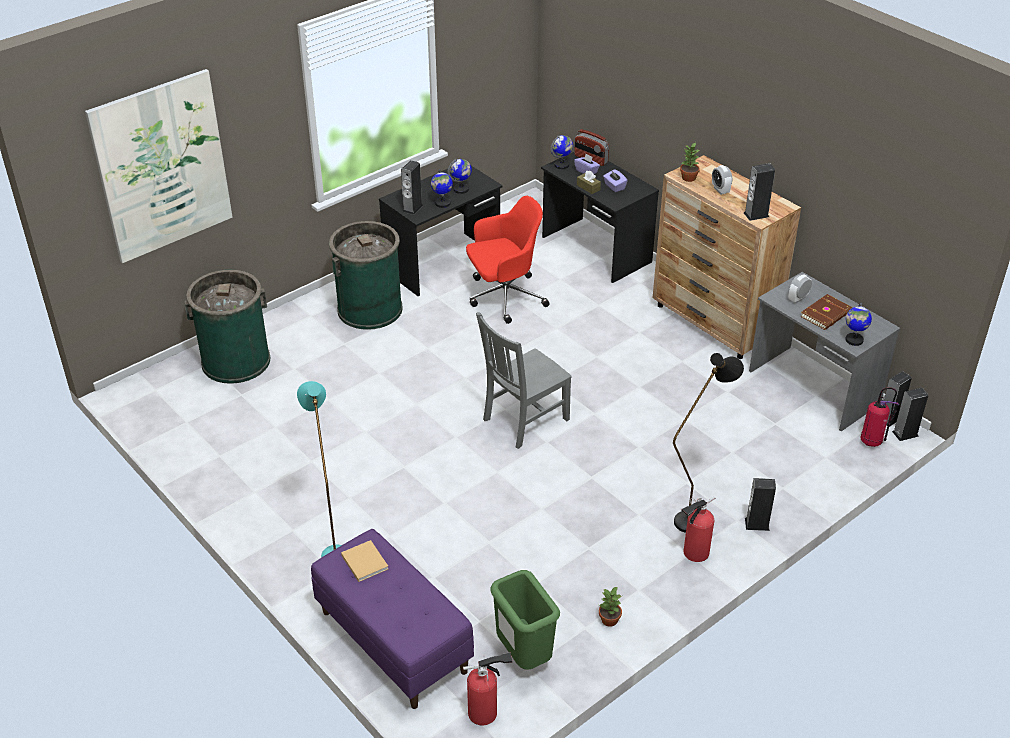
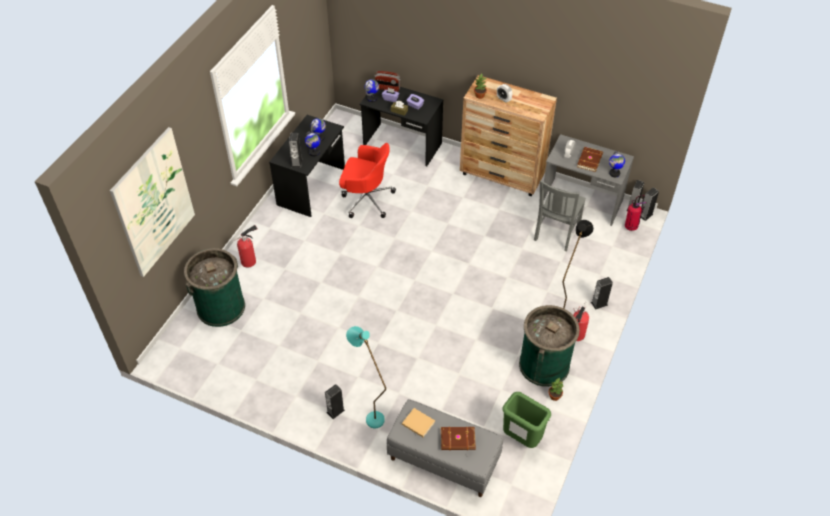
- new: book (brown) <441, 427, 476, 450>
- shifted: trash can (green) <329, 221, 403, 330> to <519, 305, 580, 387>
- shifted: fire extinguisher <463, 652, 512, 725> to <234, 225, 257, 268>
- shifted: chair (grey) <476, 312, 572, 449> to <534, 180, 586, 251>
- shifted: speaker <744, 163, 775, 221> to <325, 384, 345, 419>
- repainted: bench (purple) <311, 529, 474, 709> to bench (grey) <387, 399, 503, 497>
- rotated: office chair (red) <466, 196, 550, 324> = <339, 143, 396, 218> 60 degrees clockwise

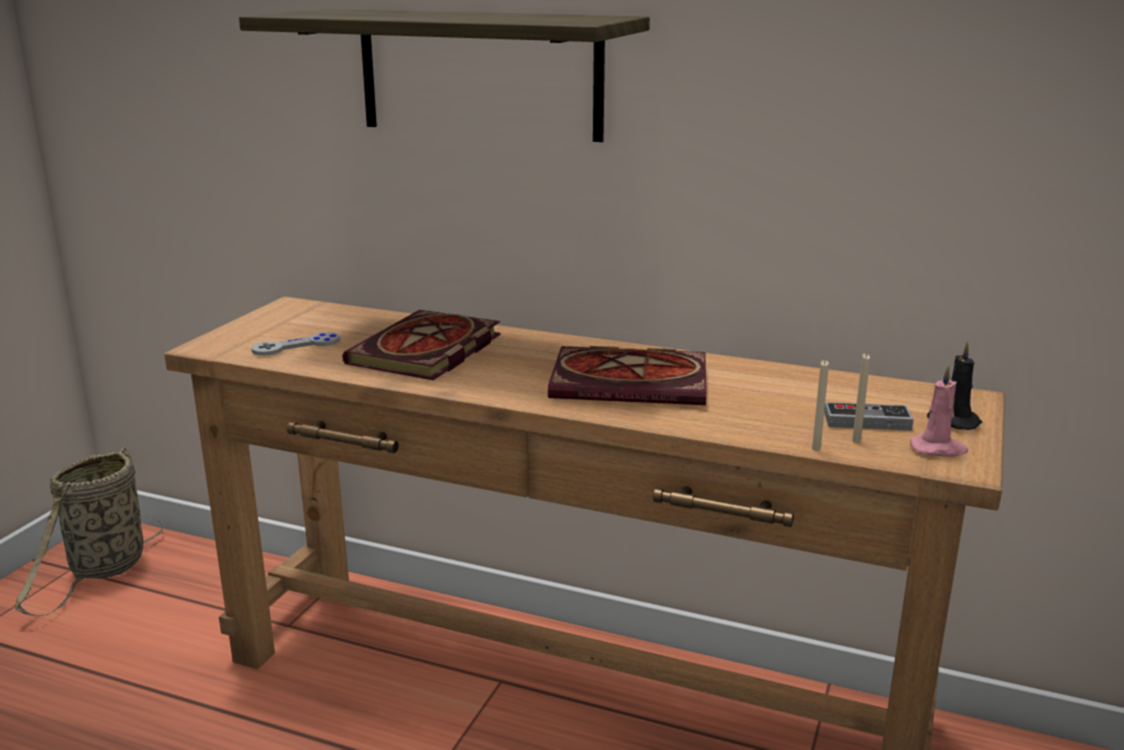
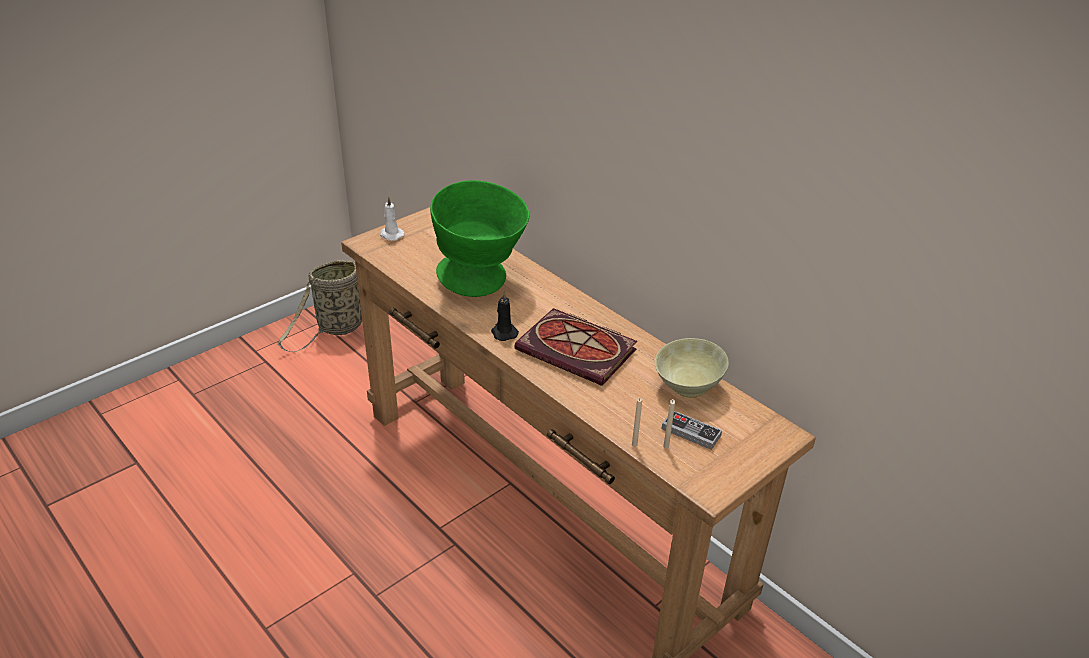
- gone: shelf <239, 9, 650, 142>
- gone: game controller (grey) <251, 332, 340, 356>
- gone: candle (pink) <910, 365, 968, 457>
- new: candle (white) <380, 196, 405, 241>
- new: bowl (beige) <654, 338, 729, 397>
- shifted: candle (black) <927, 342, 982, 430> to <491, 292, 519, 341>
- swapped: book <342, 310, 501, 380> to bowl (green) <430, 180, 529, 297>

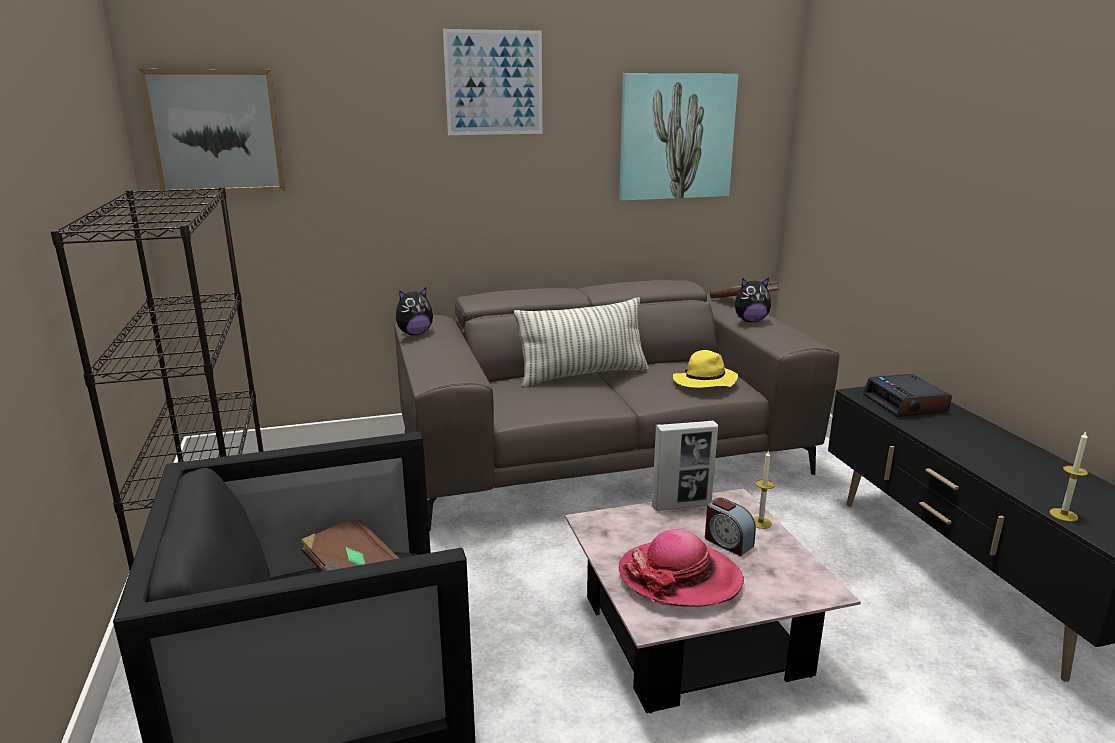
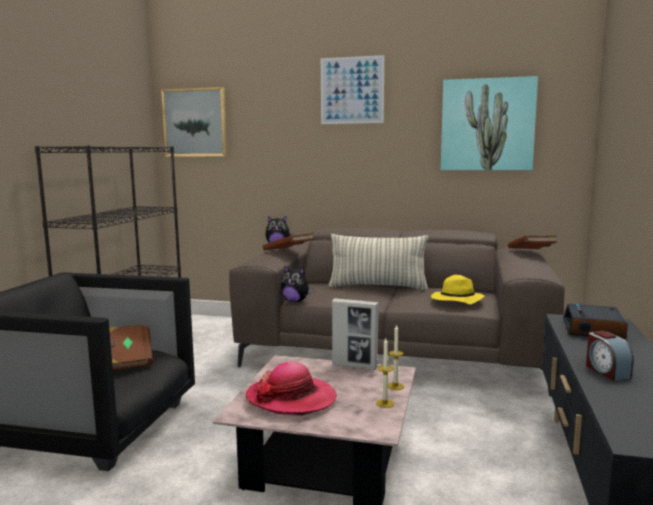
- new: book (brown) <263, 232, 314, 251>
- shifted: alarm clock <705, 497, 756, 556> to <586, 331, 634, 381>
- shifted: plush toy <735, 278, 771, 322> to <281, 265, 314, 302>
- shifted: candle <1049, 432, 1088, 522> to <376, 338, 394, 408>

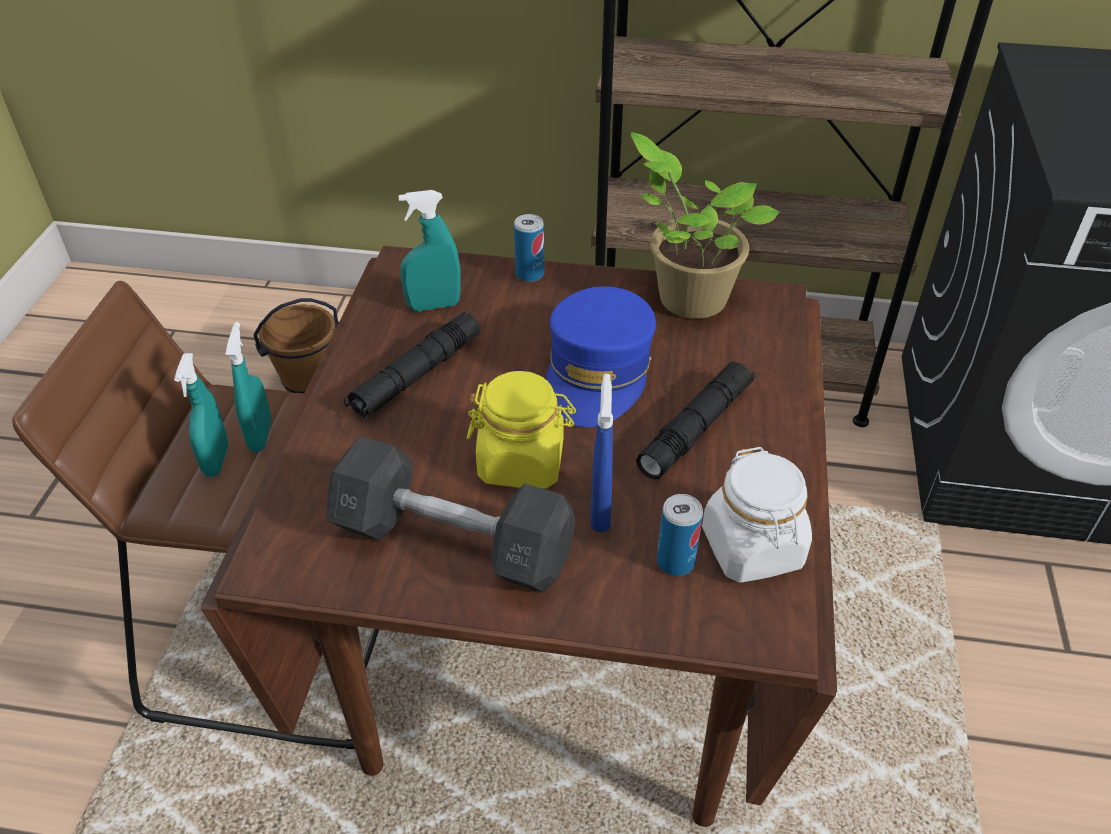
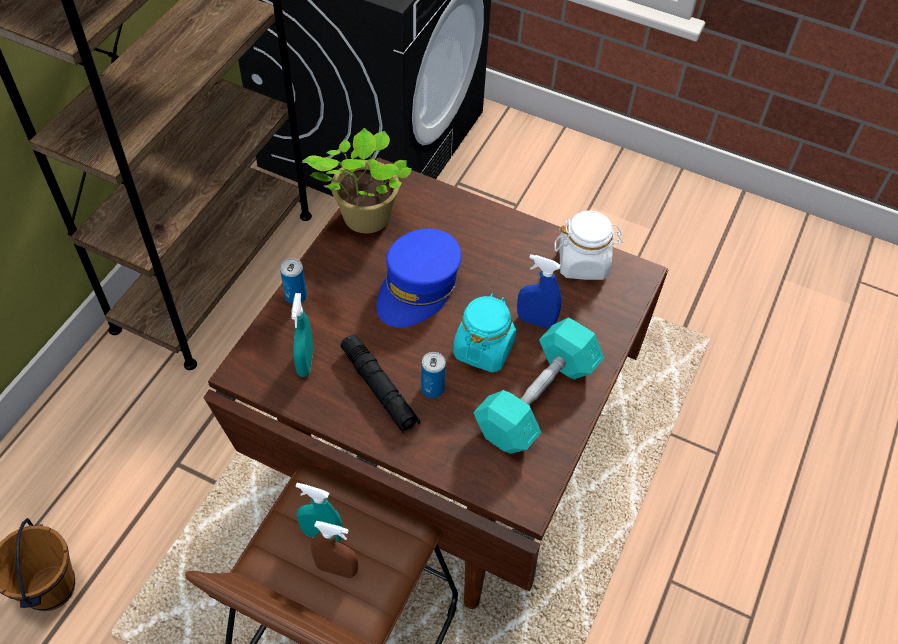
- gone: flashlight (black) <636, 361, 755, 479>
- shifted: can <657, 494, 703, 576> to <421, 352, 446, 398>
- repainted: spray bottle (turquoise) <174, 353, 228, 477> to spray bottle (brown) <311, 521, 358, 578>
- repainted: dumbbell (grey) <327, 436, 576, 592> to dumbbell (turquoise) <473, 317, 604, 454>
- repainted: jar (yellow) <467, 371, 576, 489> to jar (turquoise) <453, 293, 516, 373>
- rotated: cap (blue) <546, 286, 656, 427> = <377, 229, 461, 328> 90 degrees clockwise

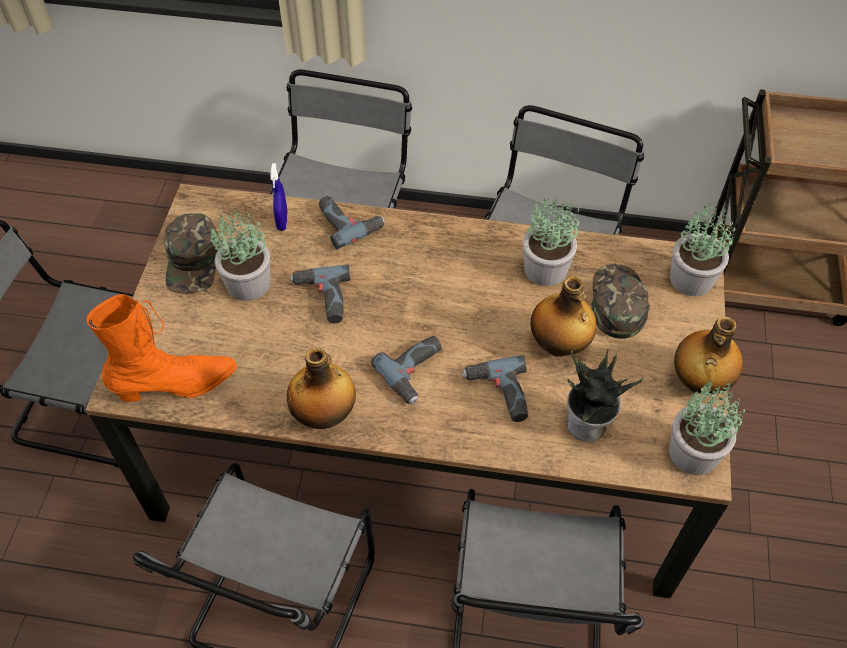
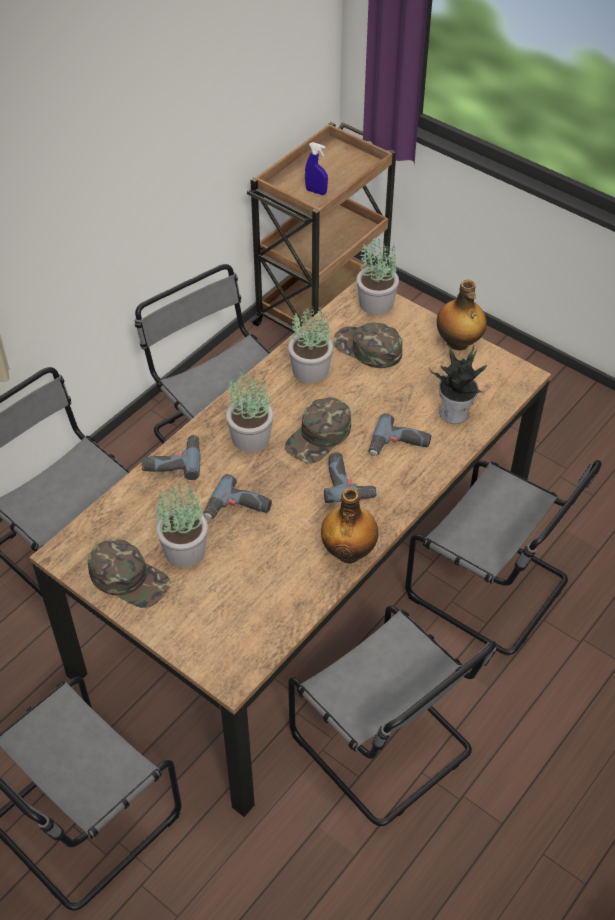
- gone: boot (orange) <87, 294, 237, 402>
- gone: bottle <531, 276, 597, 357>
- new: cap (green) <285, 397, 351, 463>
- shifted: spray bottle (blue) <270, 163, 288, 231> to <305, 142, 328, 195>
- shifted: potted plant <669, 379, 745, 475> to <226, 369, 273, 452>

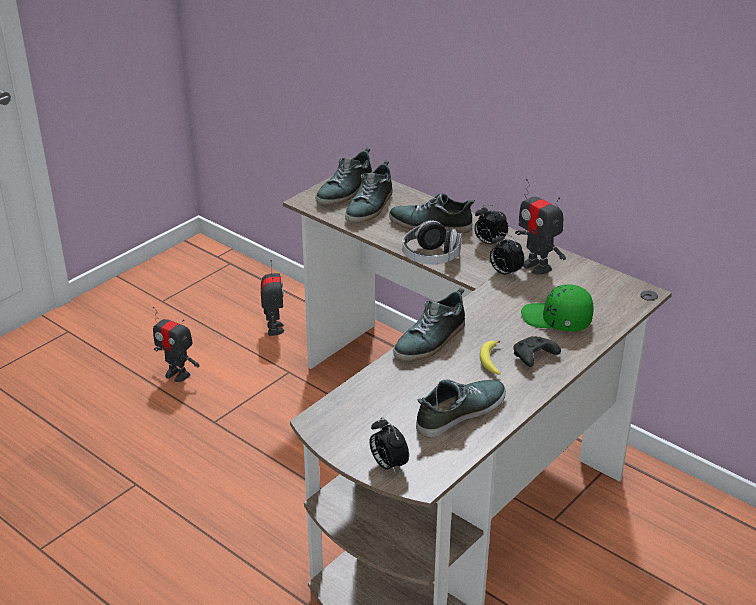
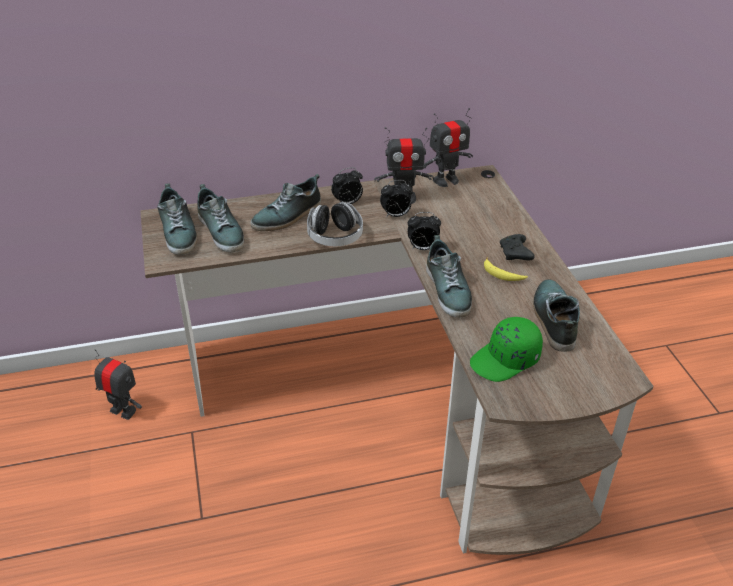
- shifted: toy robot <153, 307, 199, 382> to <424, 108, 473, 187>
- shifted: alarm clock <369, 417, 409, 474> to <408, 212, 441, 250>
- shifted: cap (green) <521, 284, 594, 332> to <470, 317, 543, 382>

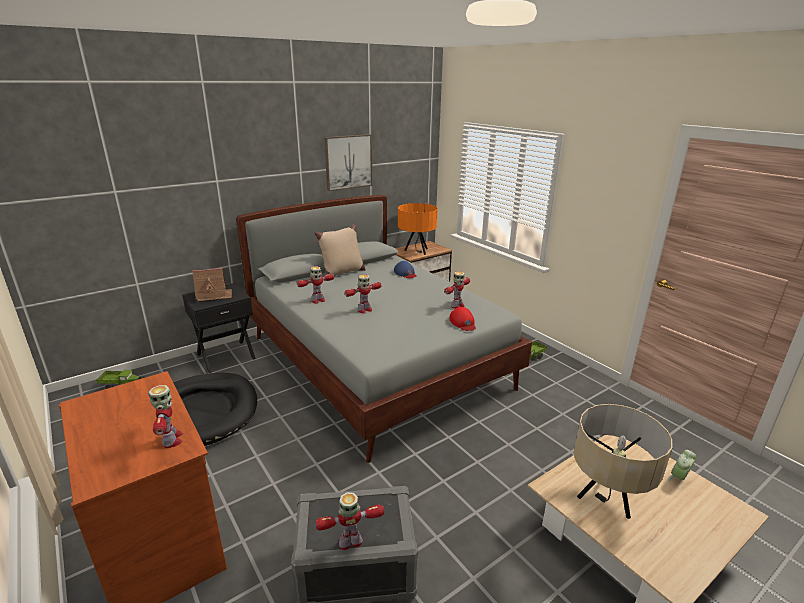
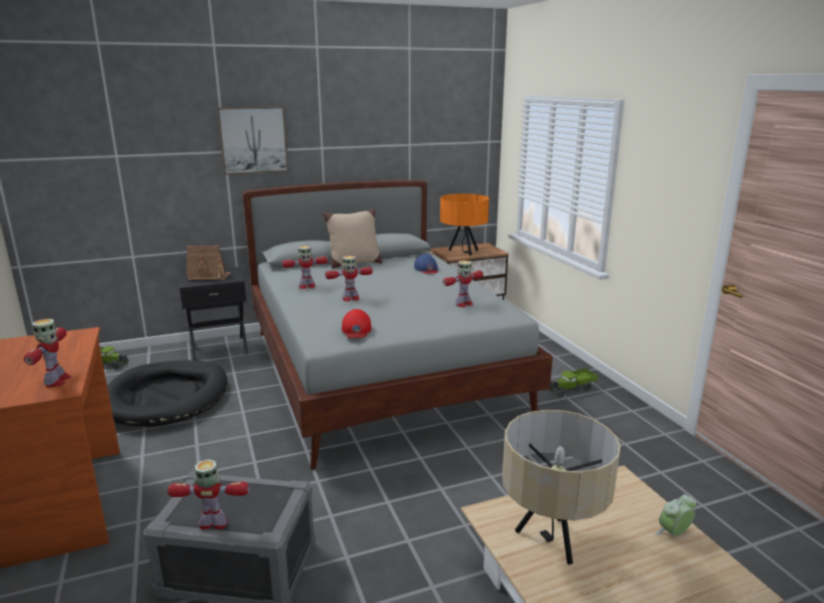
- shifted: picture <324, 134, 372, 191> to <217, 106, 288, 175>
- shifted: cap (red) <449, 307, 476, 331> to <342, 309, 371, 338>

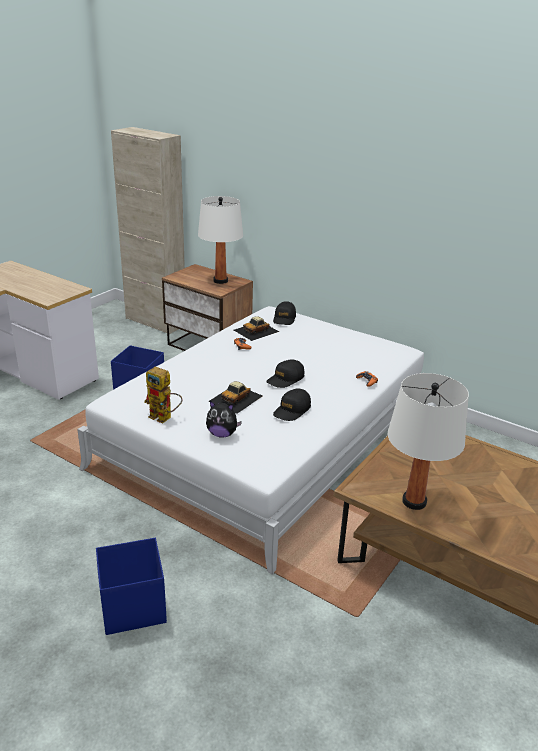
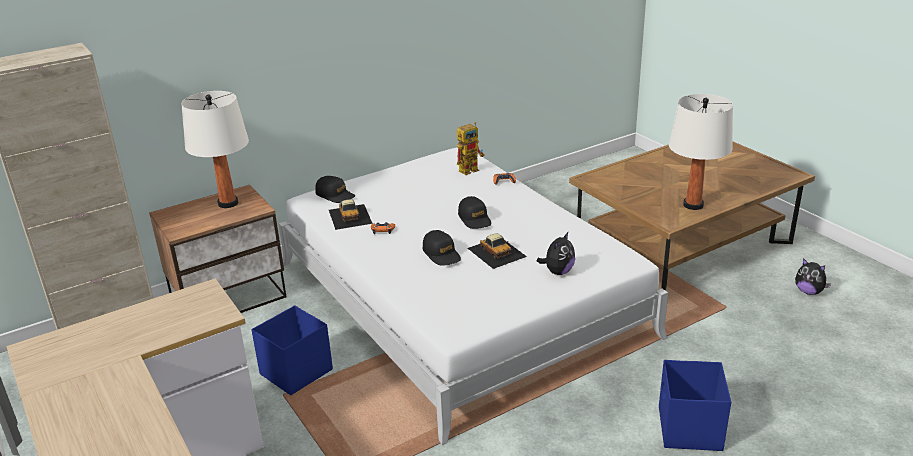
- new: plush toy <795, 258, 831, 295>
- shifted: toy robot <144, 366, 182, 423> to <457, 122, 485, 175>
- shifted: cap (black) <273, 388, 311, 421> to <423, 230, 461, 265>

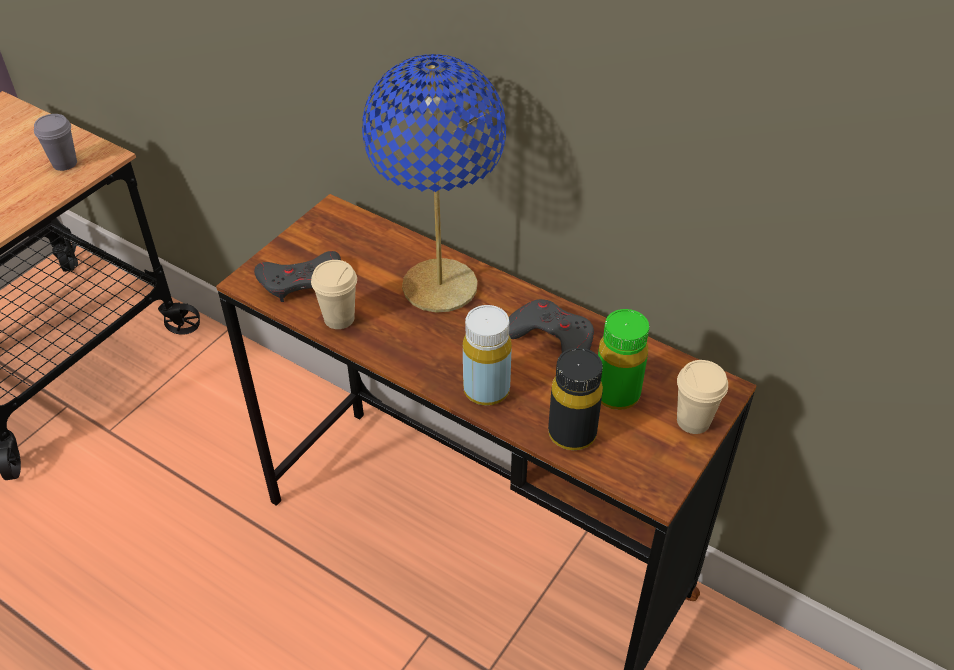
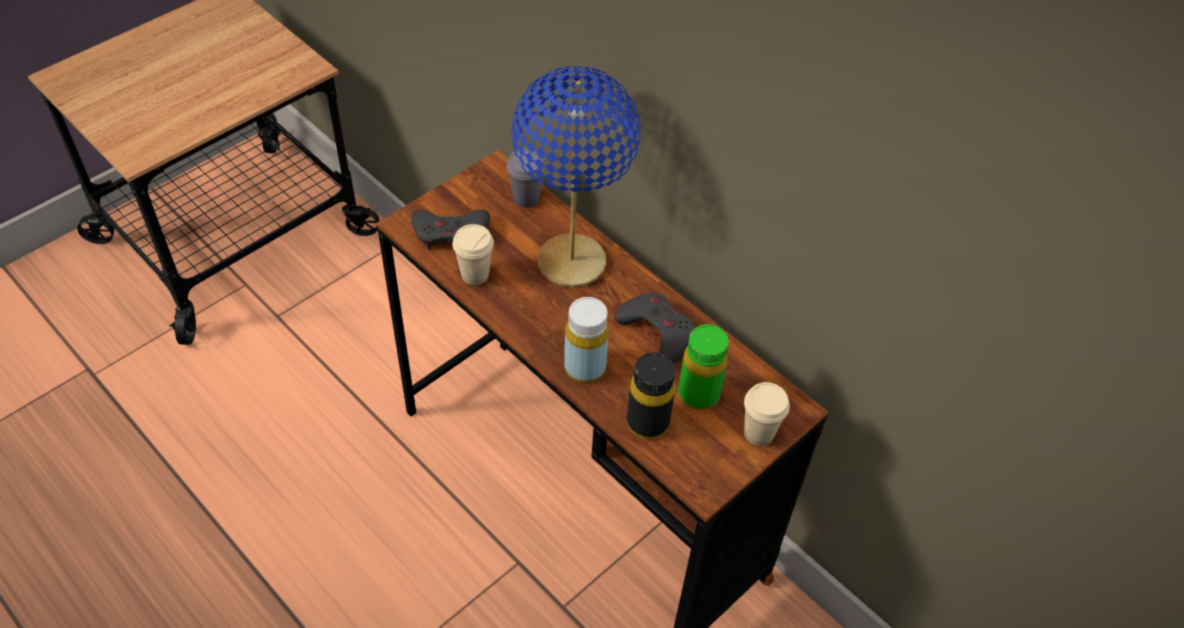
- shifted: cup (grey) <34, 114, 77, 171> to <507, 148, 545, 208>

